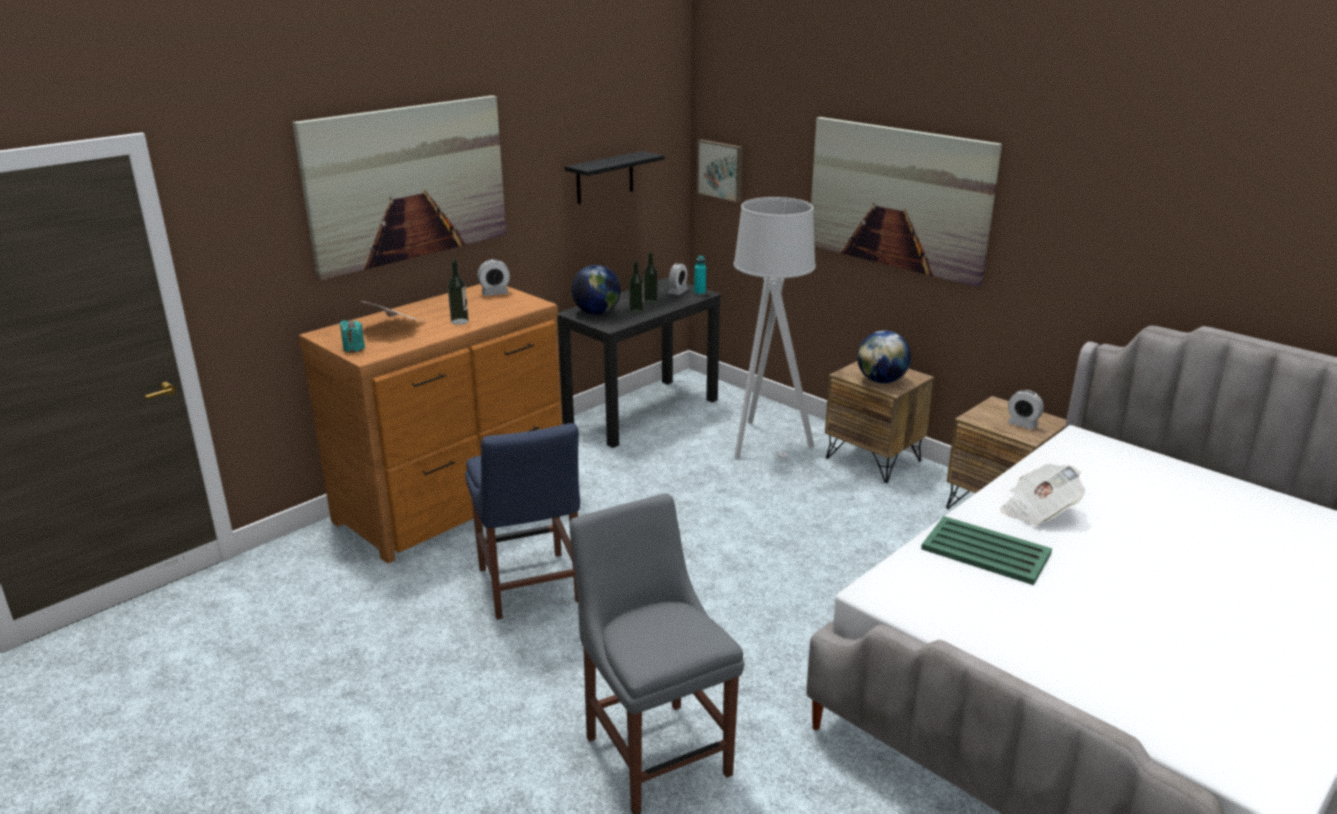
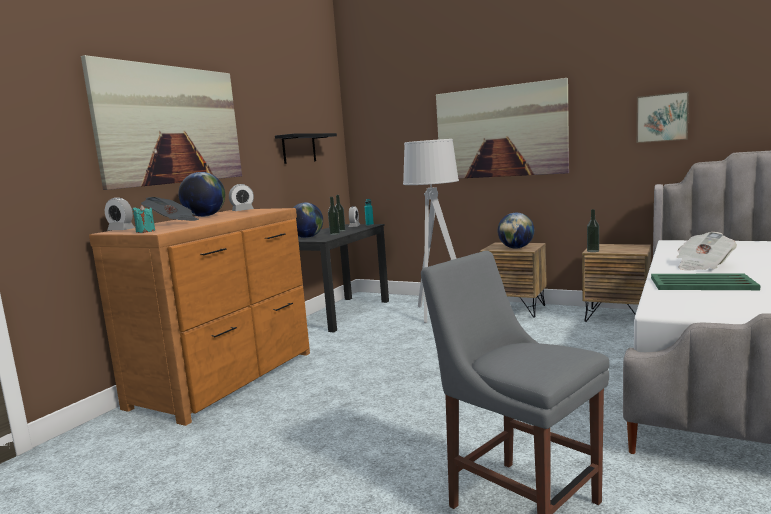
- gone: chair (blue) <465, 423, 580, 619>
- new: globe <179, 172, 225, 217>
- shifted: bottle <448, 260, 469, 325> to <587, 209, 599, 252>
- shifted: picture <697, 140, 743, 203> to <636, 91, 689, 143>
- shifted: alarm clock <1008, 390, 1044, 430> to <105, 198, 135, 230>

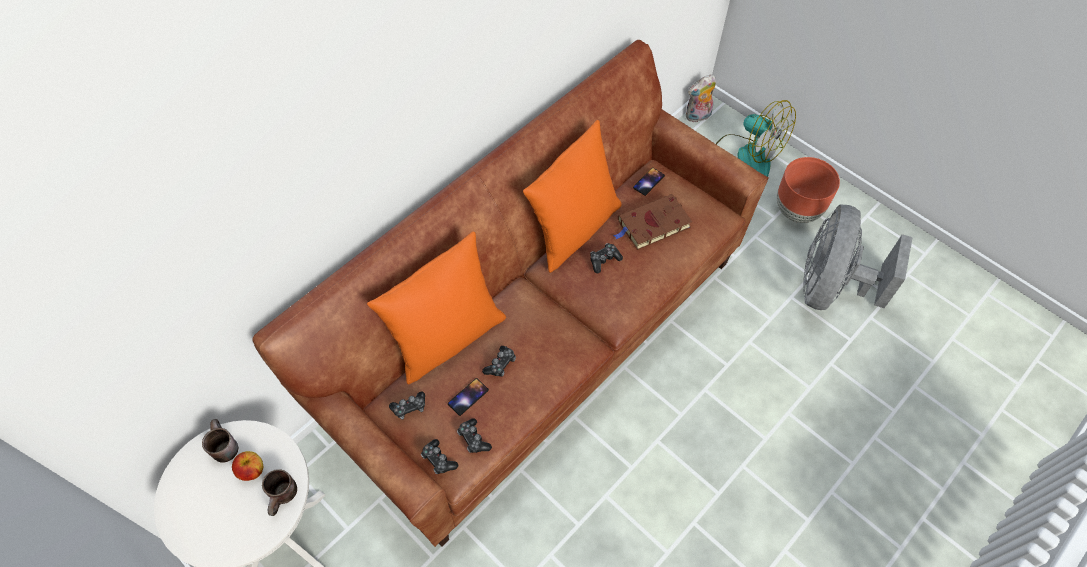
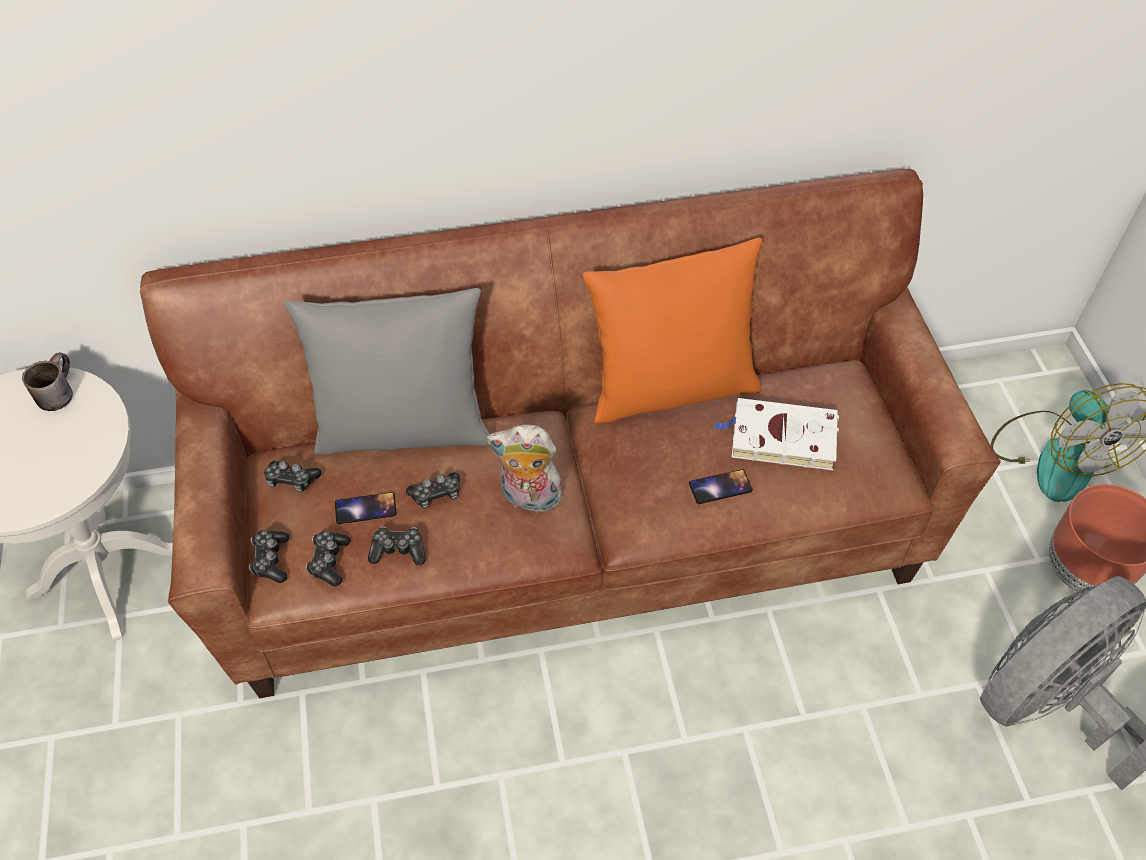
- gone: apple <232, 451, 263, 481>
- gone: mug (brown) <262, 469, 297, 516>
- shifted: game controller <590, 243, 623, 273> to <368, 526, 426, 565>
- shifted: phone <633, 168, 665, 196> to <689, 469, 753, 504>
- shifted: plush toy <686, 74, 716, 122> to <487, 424, 562, 513>
- repainted: pillow (orange) <367, 232, 506, 384> to pillow (grey) <285, 288, 490, 455>
- repainted: book (brown) <613, 194, 692, 250> to book (white) <713, 398, 839, 470>

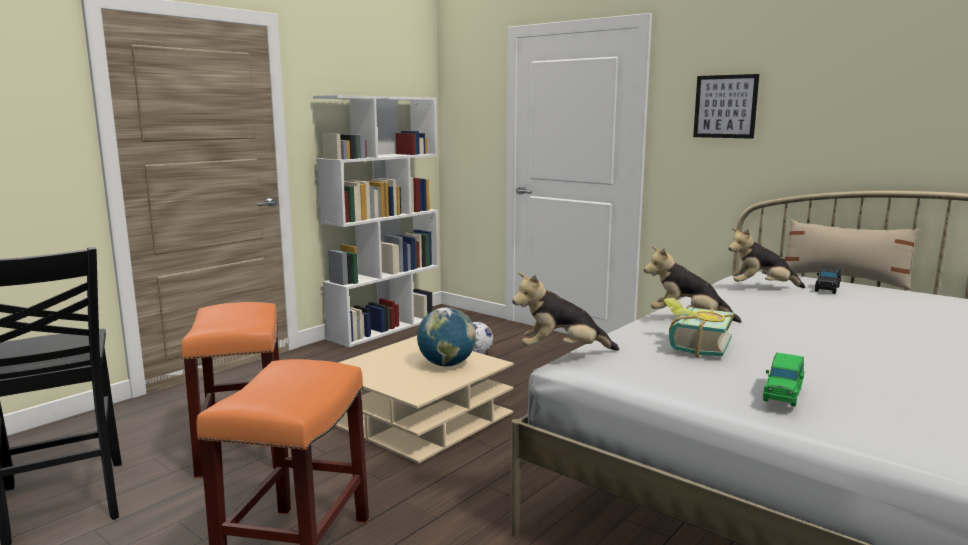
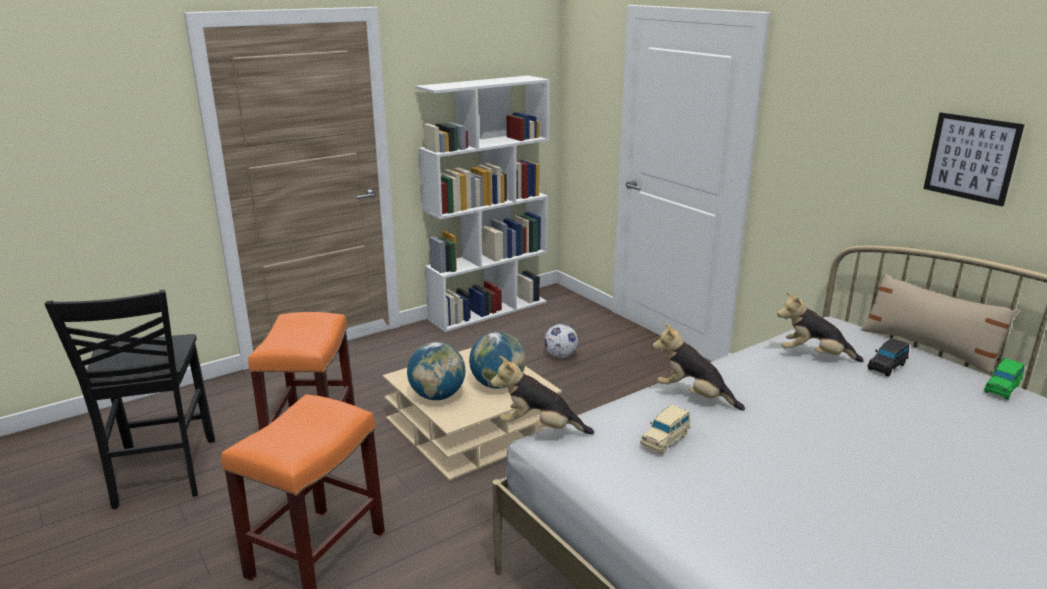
- new: globe <407, 342, 465, 400>
- shifted: picture <693, 74, 759, 139> to <923, 112, 1025, 206>
- shifted: toy car (green) <763, 353, 804, 407> to <984, 358, 1025, 400>
- swapped: book <664, 298, 734, 357> to toy car (beige) <640, 405, 690, 455>

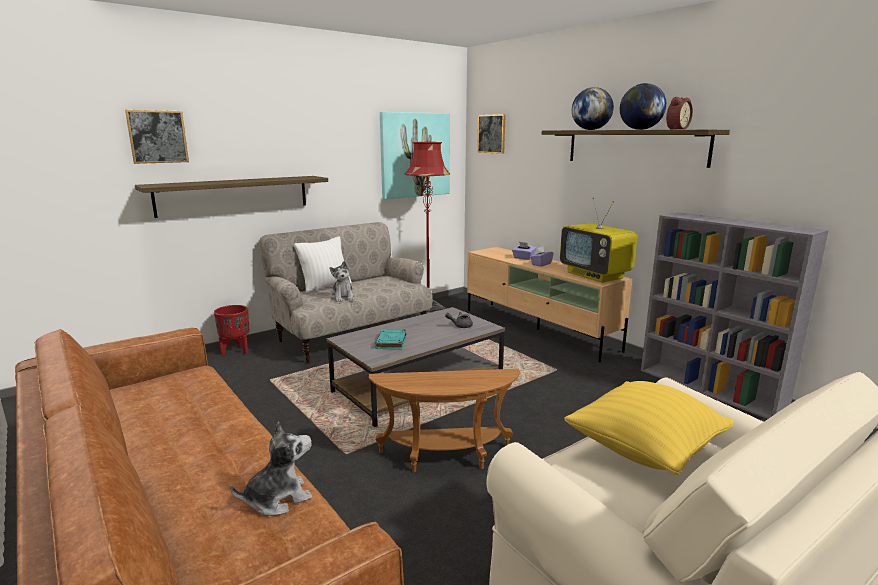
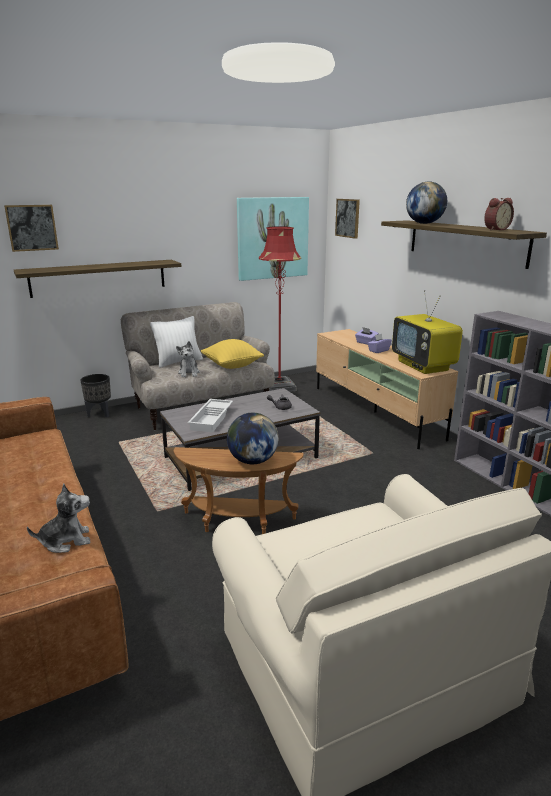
- shifted: pillow (yellow) <564, 381, 734, 475> to <201, 339, 264, 369>
- shifted: globe <620, 83, 667, 130> to <227, 413, 279, 464>
- swapped: book (turquoise) <375, 329, 406, 350> to tray (white) <188, 399, 233, 432>
- repainted: planter (red) <214, 305, 249, 355> to planter (black) <80, 374, 111, 417>

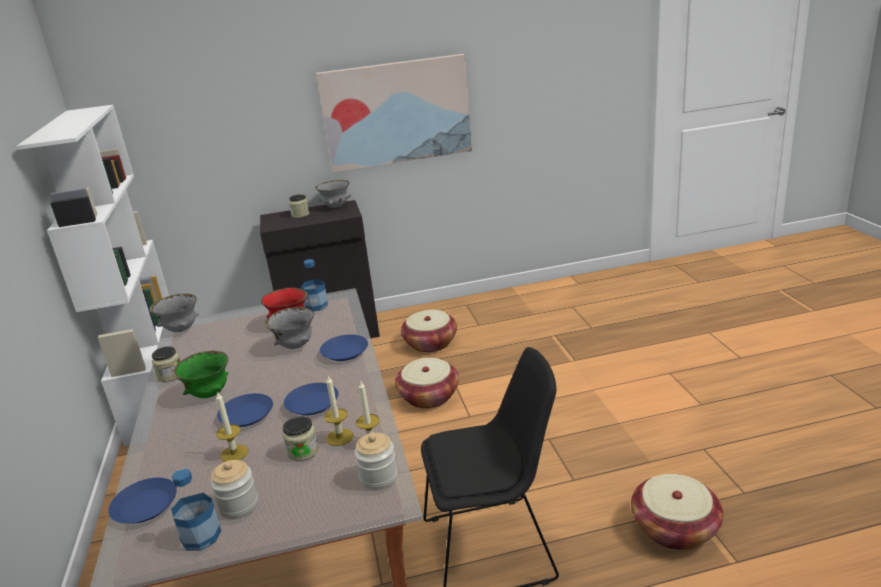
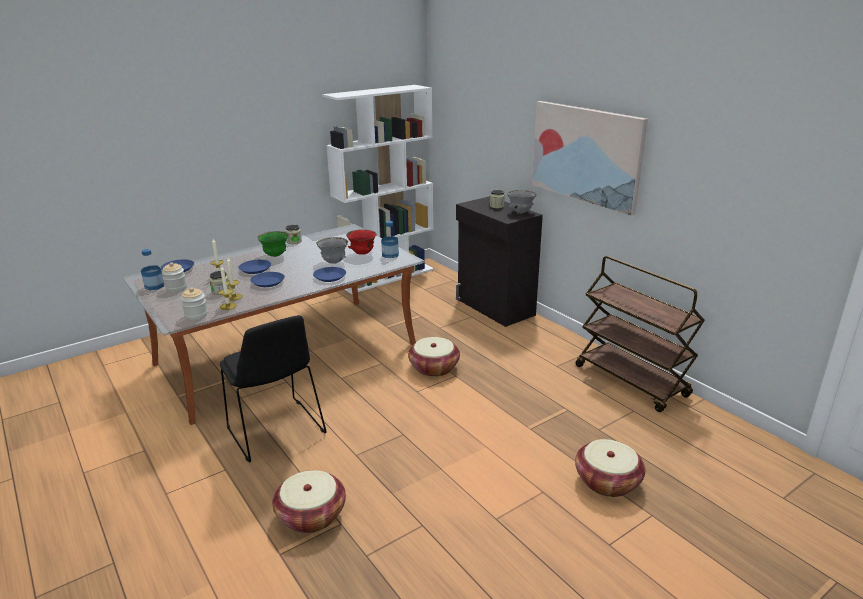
- gone: bowl (grey) <150, 294, 199, 332>
- new: cart (brown) <576, 256, 705, 412>
- shifted: basket <401, 309, 457, 353> to <575, 439, 645, 497>

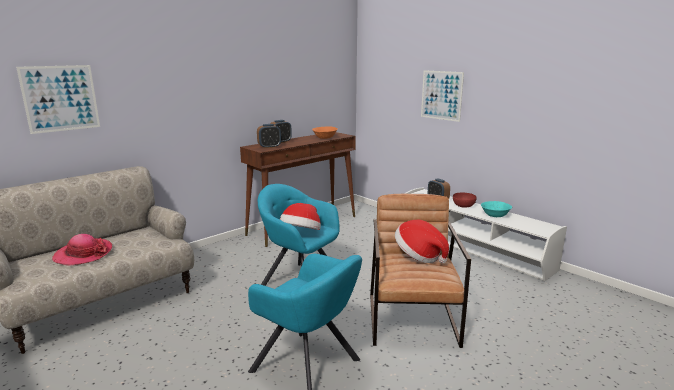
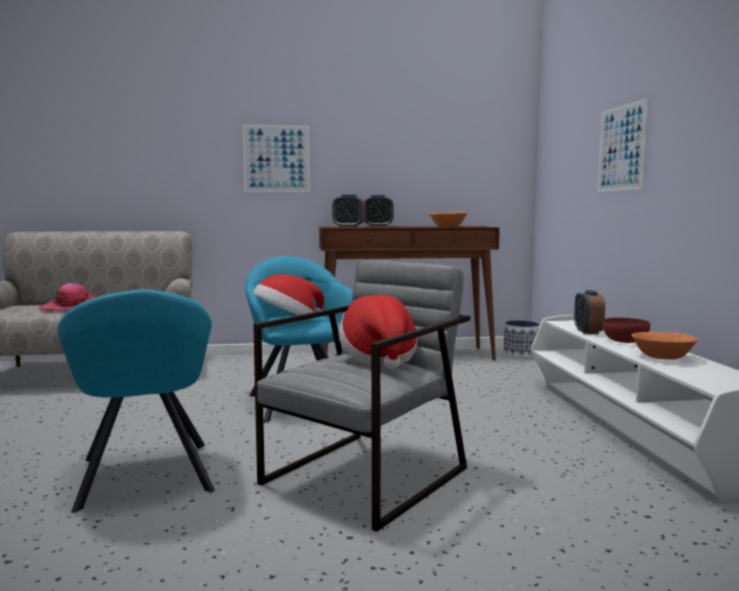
- new: planter <503, 320, 540, 358>
- shifted: picture <16, 65, 100, 134> to <242, 124, 310, 192>
- repainted: armchair (brown) <370, 194, 471, 348> to armchair (grey) <253, 259, 470, 532>
- repainted: bowl (turquoise) <481, 201, 512, 217> to bowl (orange) <631, 332, 698, 359>

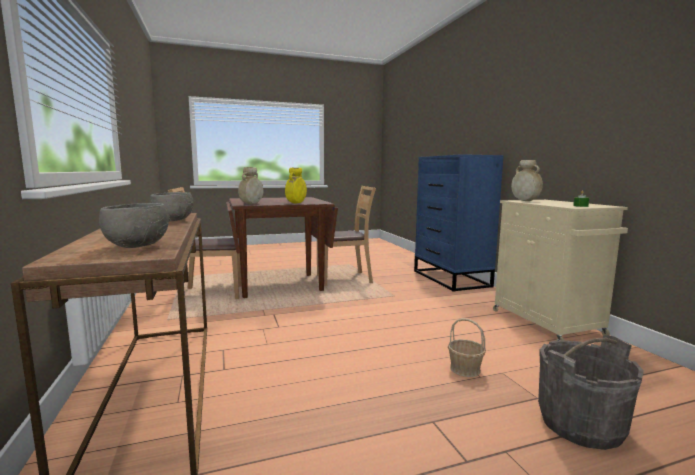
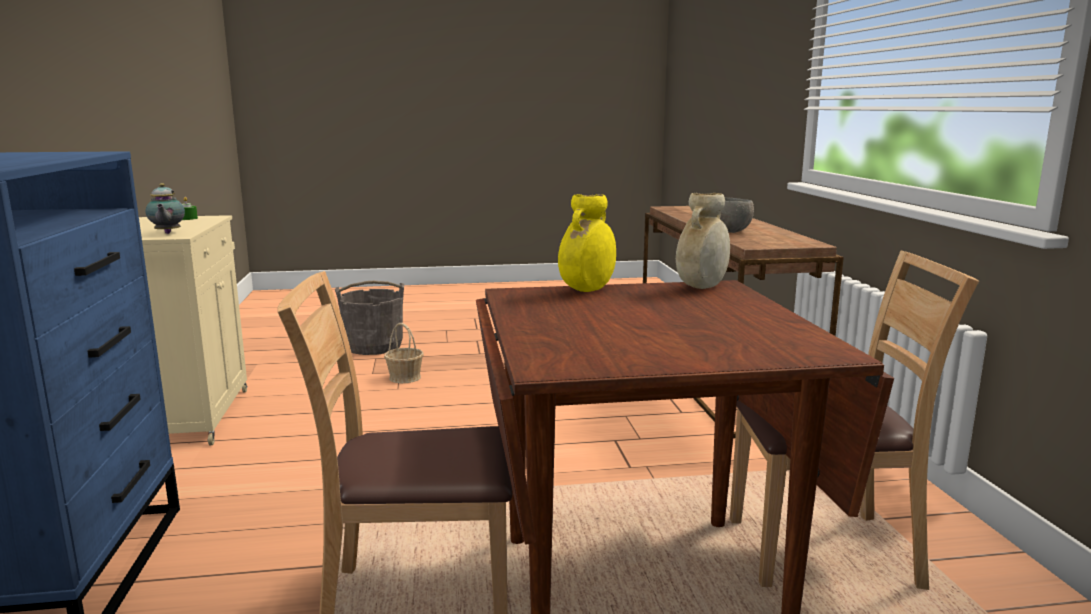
- gone: bowl (grey) <99, 203, 169, 248>
- swapped: vase (beige) <511, 160, 543, 201> to teapot <146, 183, 185, 234>

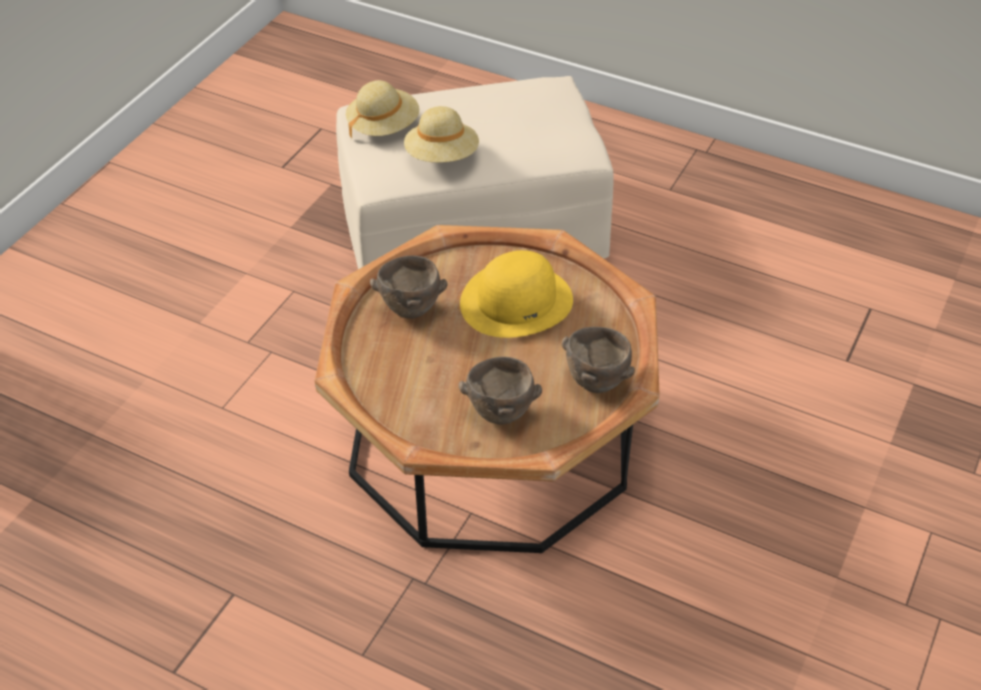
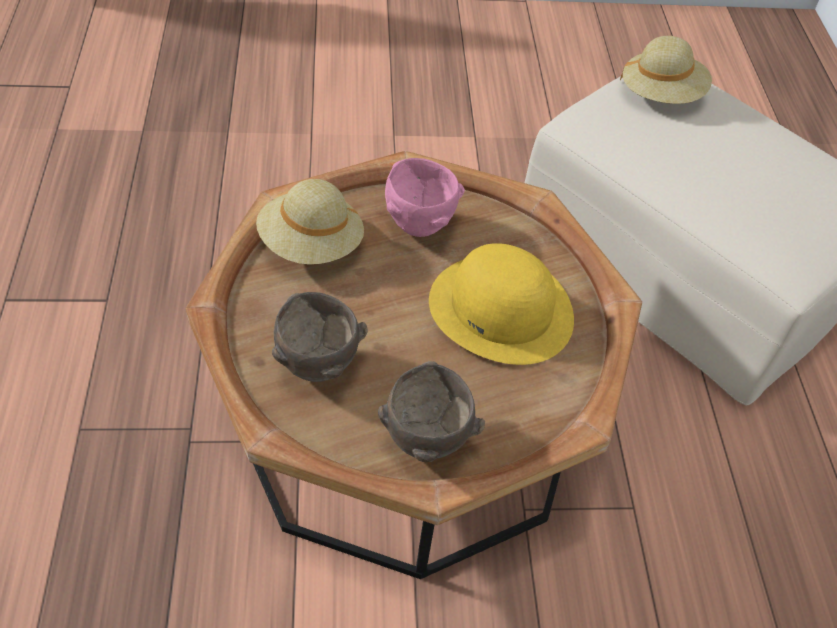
- shifted: hat (beige) <404, 106, 479, 163> to <256, 179, 364, 264>
- repainted: bowl (brown) <370, 255, 447, 319> to bowl (pink) <385, 158, 465, 237>

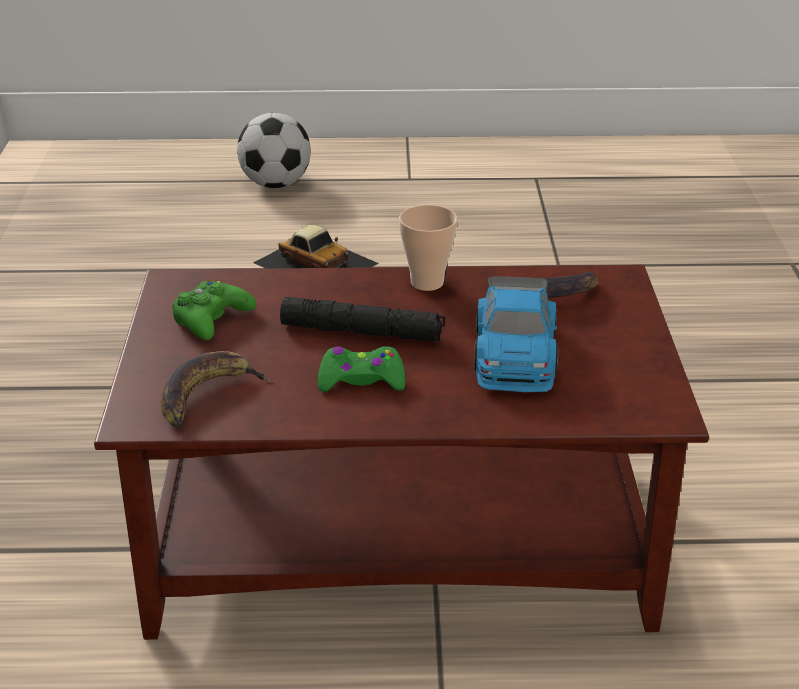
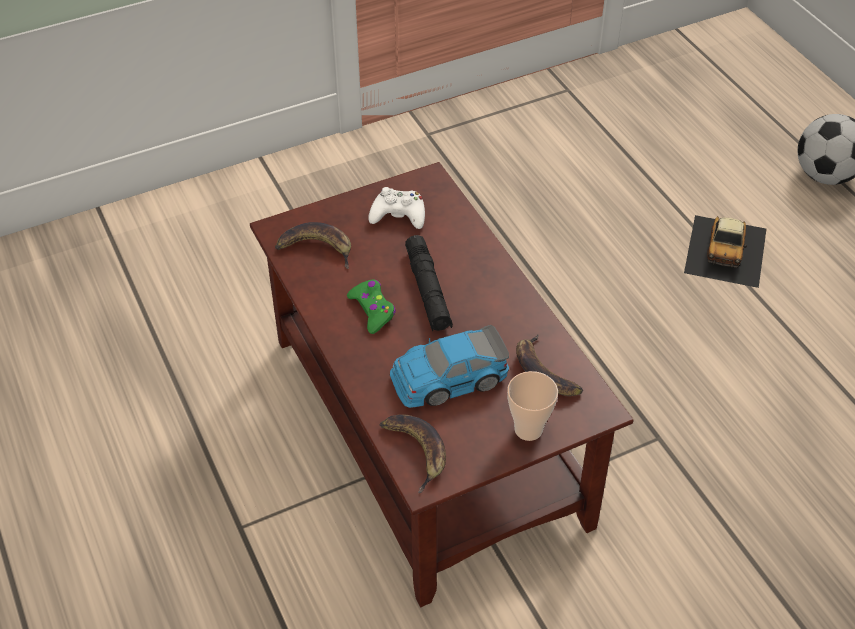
- new: banana <380, 414, 446, 493>
- shifted: cup <399, 205, 457, 291> to <507, 371, 558, 441>
- repainted: game controller (green) <173, 279, 256, 340> to game controller (white) <368, 187, 425, 229>

